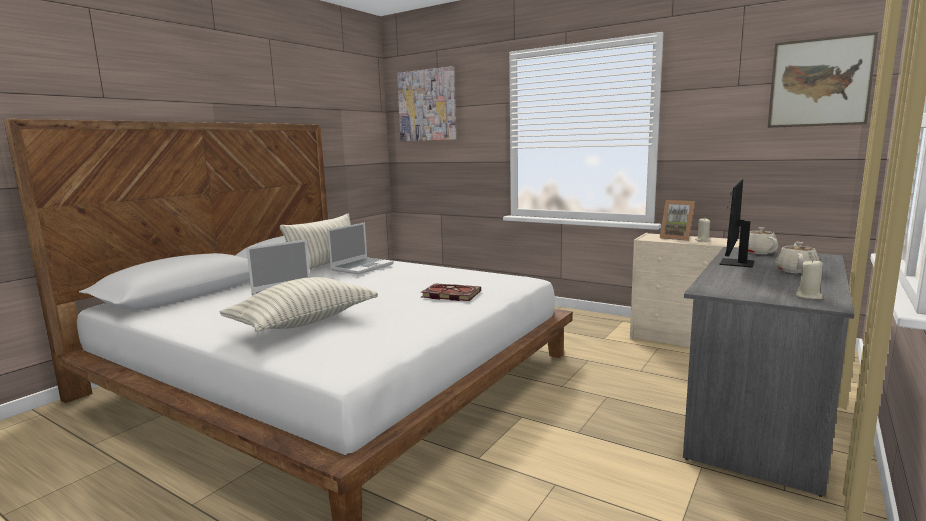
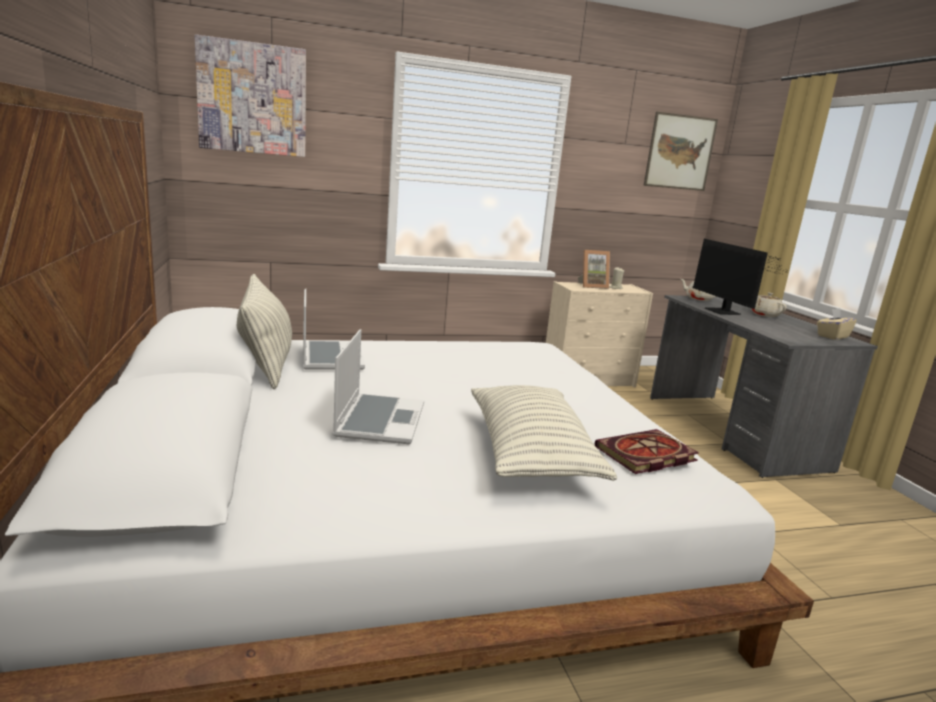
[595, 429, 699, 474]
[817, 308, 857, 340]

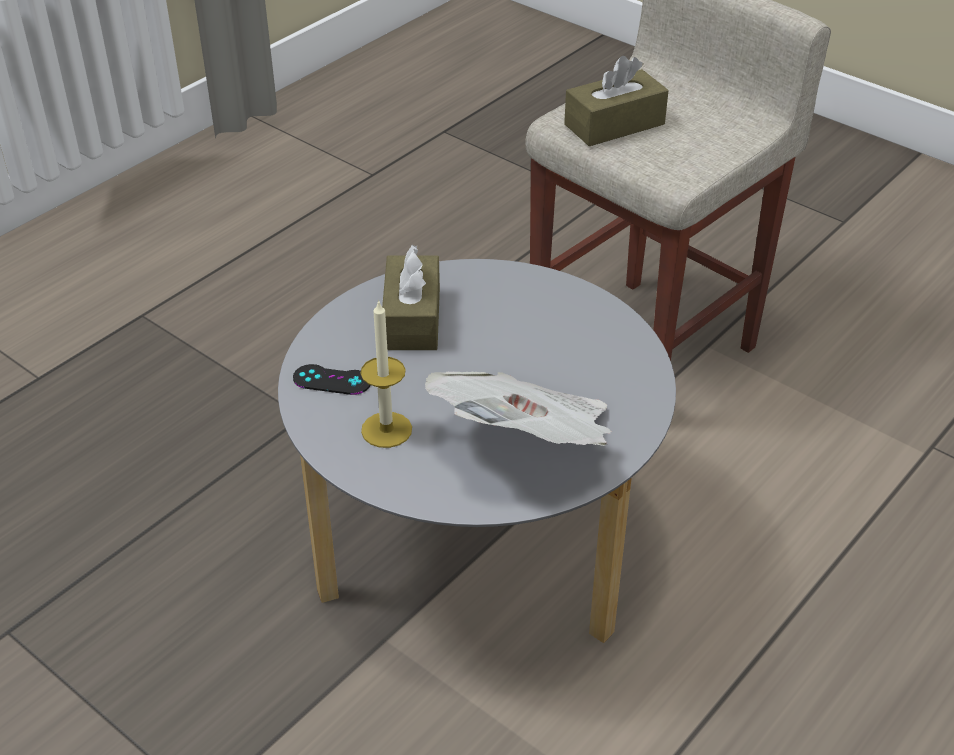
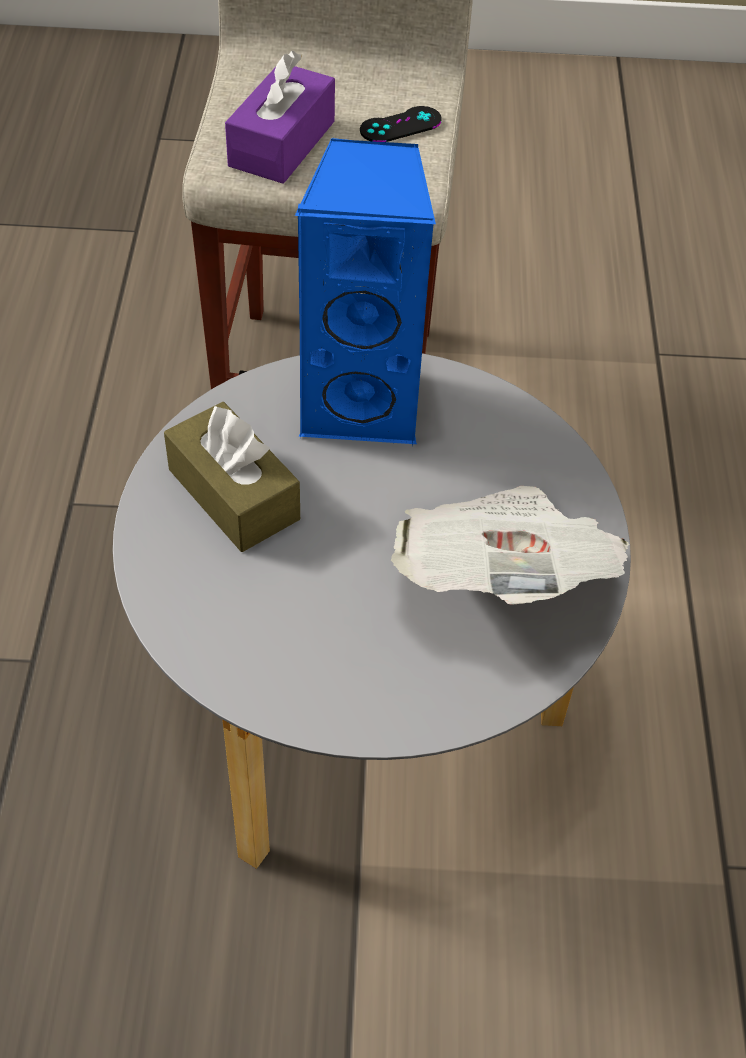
[225, 51, 335, 184]
[295, 138, 436, 447]
[360, 106, 442, 142]
[361, 299, 412, 448] (first image)

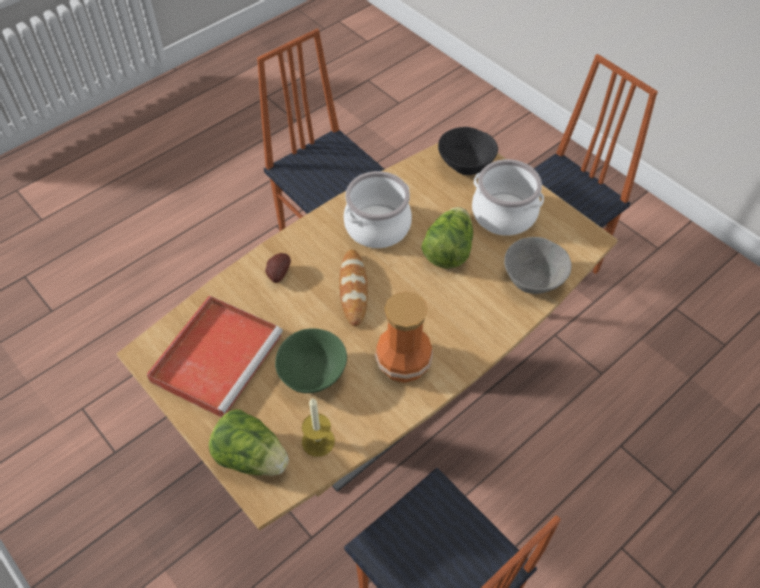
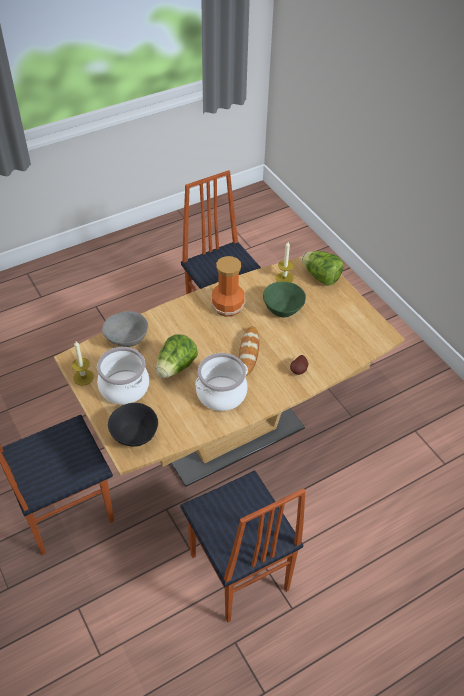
[72, 341, 94, 386]
[146, 295, 283, 417] (first image)

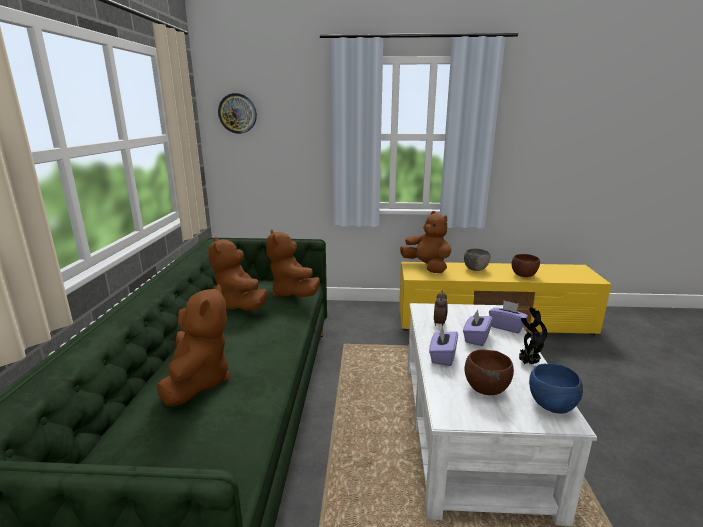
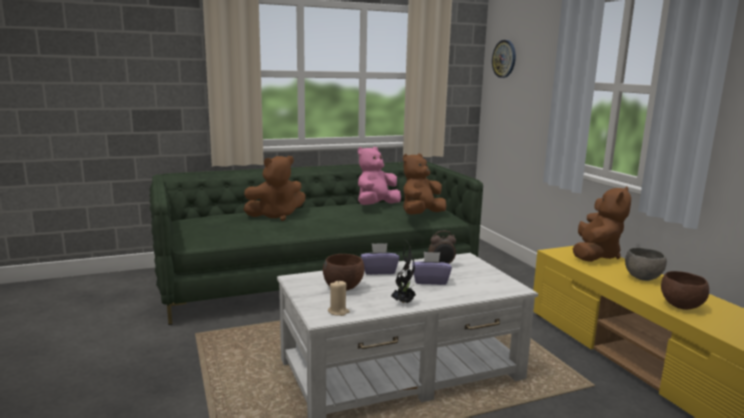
[328, 280, 350, 316]
[358, 147, 401, 205]
[489, 300, 528, 334] (first image)

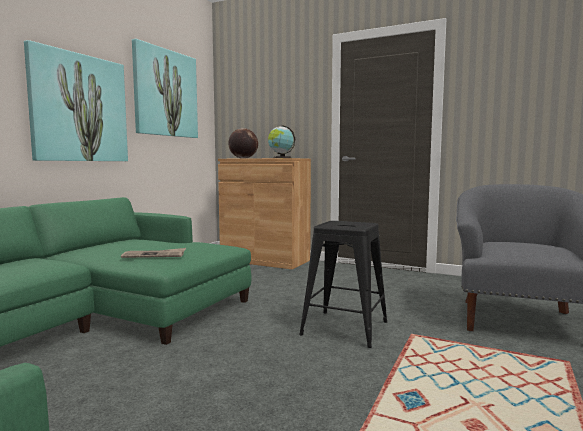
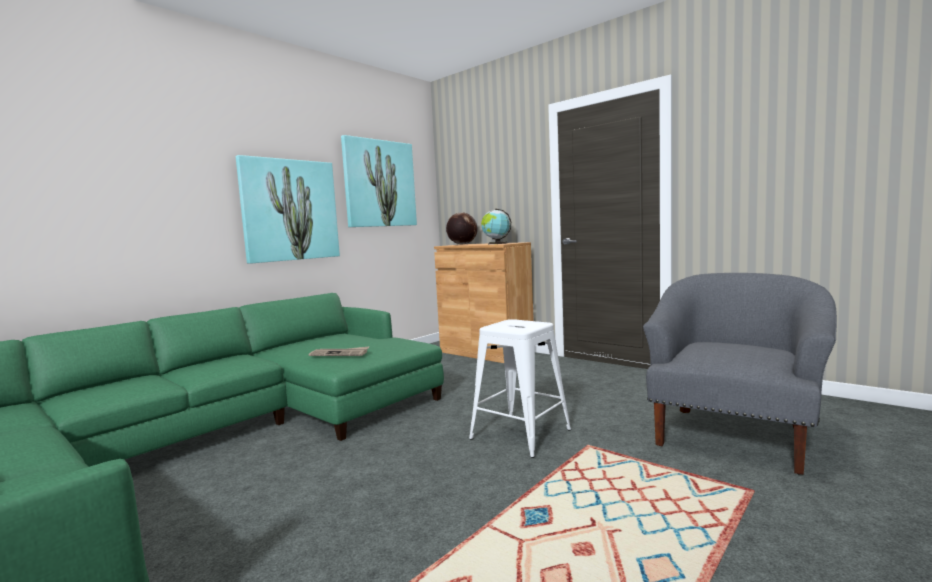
[469, 319, 571, 458]

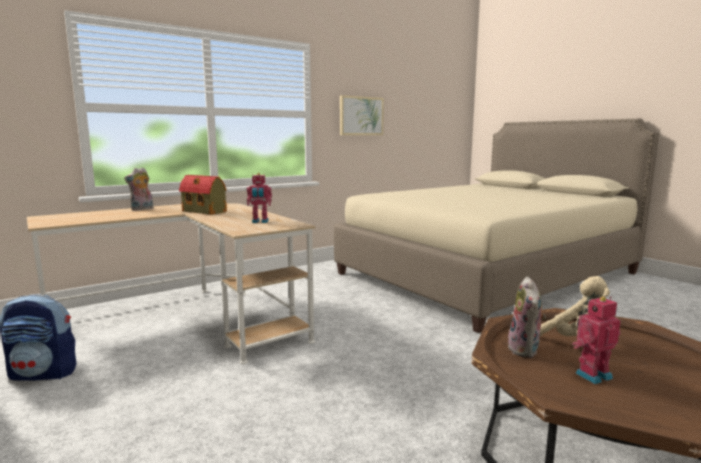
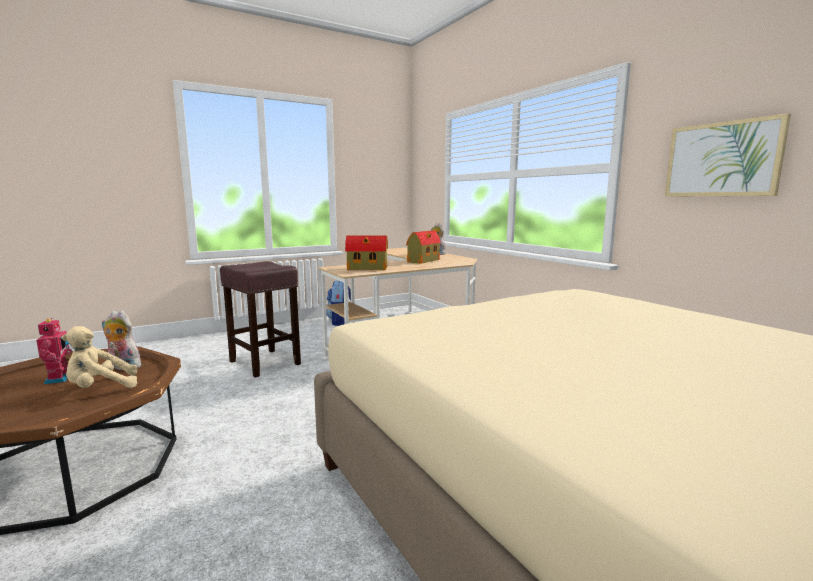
[220, 261, 301, 378]
[345, 235, 388, 270]

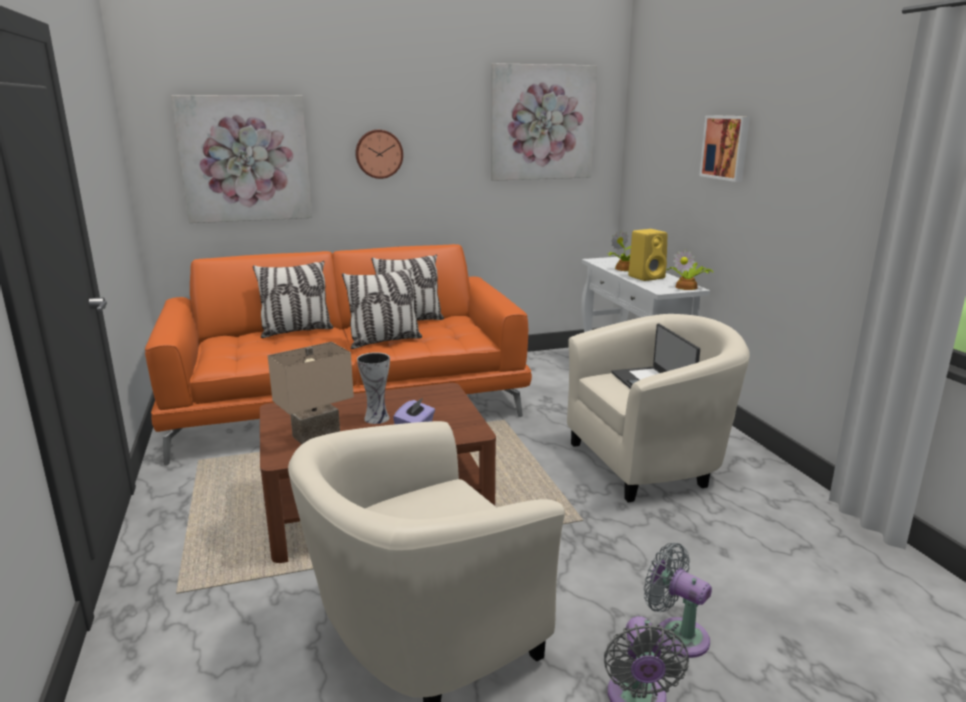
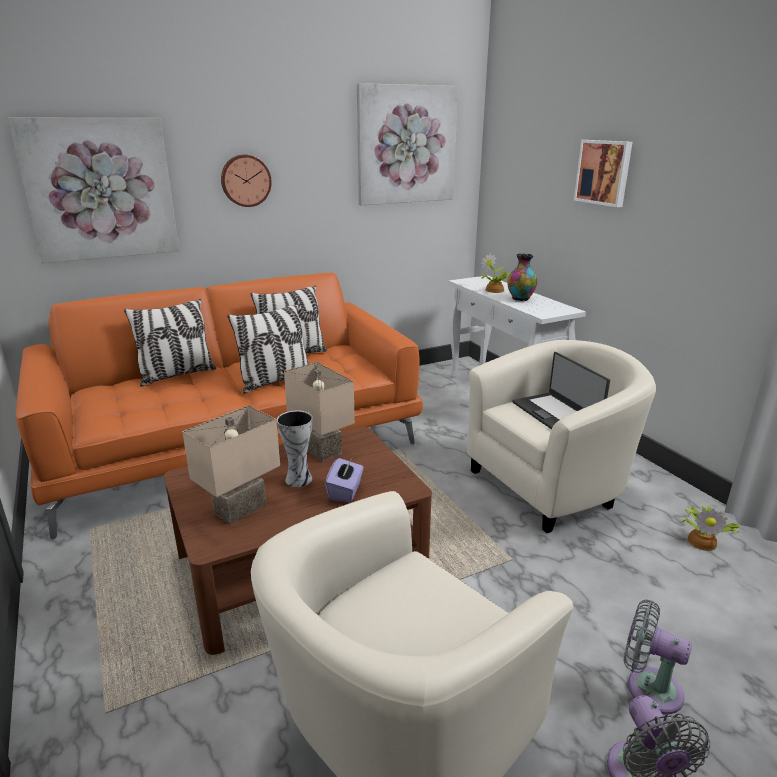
[284, 362, 355, 462]
[507, 254, 537, 301]
[679, 505, 740, 551]

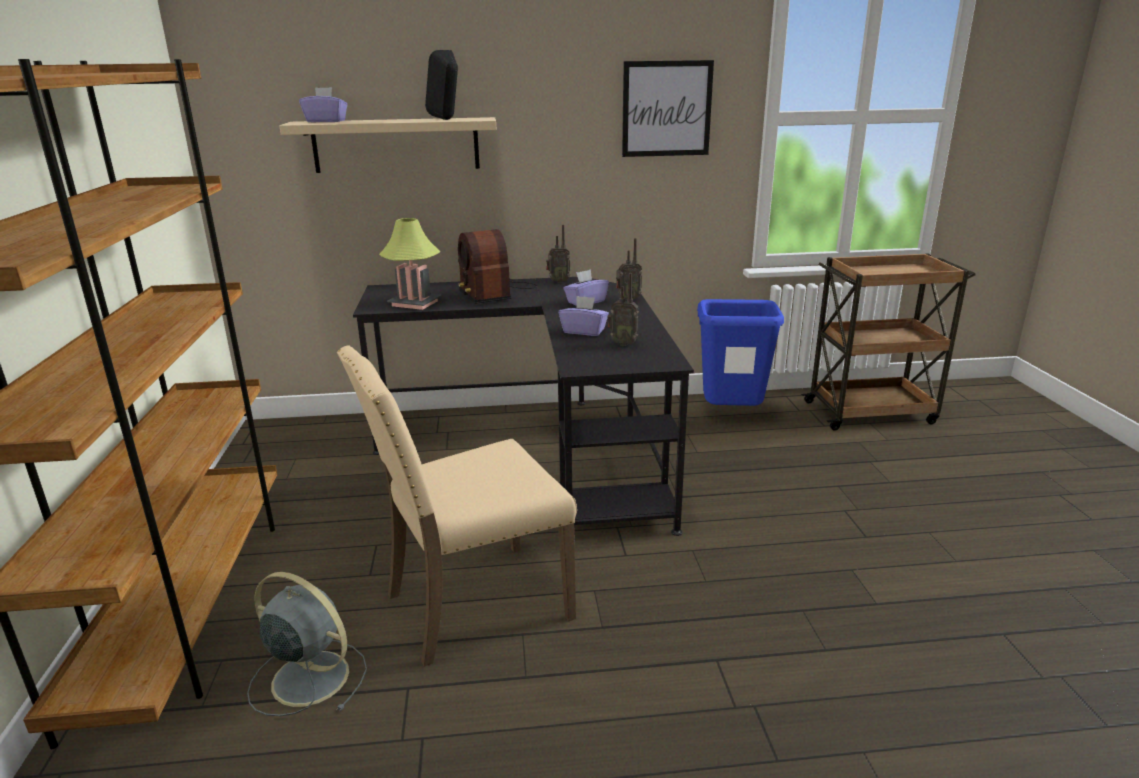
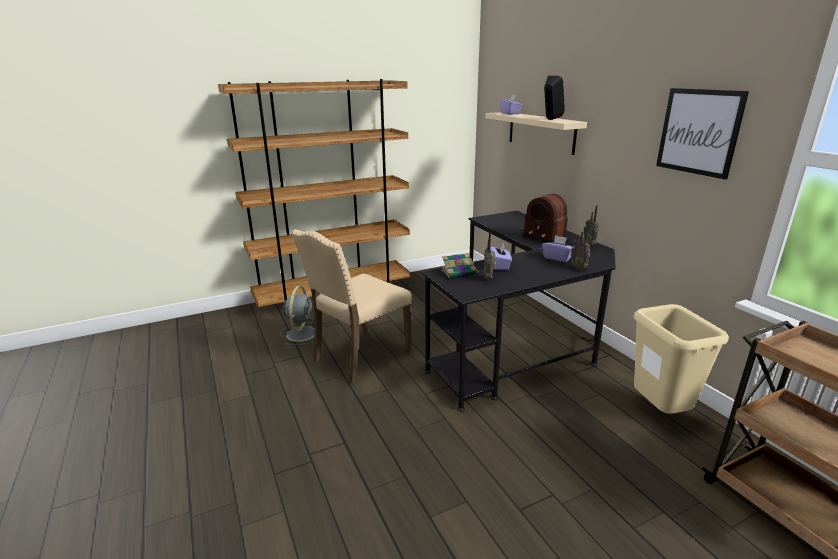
[291, 229, 412, 384]
[441, 253, 479, 278]
[521, 194, 568, 243]
[634, 304, 729, 414]
[379, 218, 441, 310] (first image)

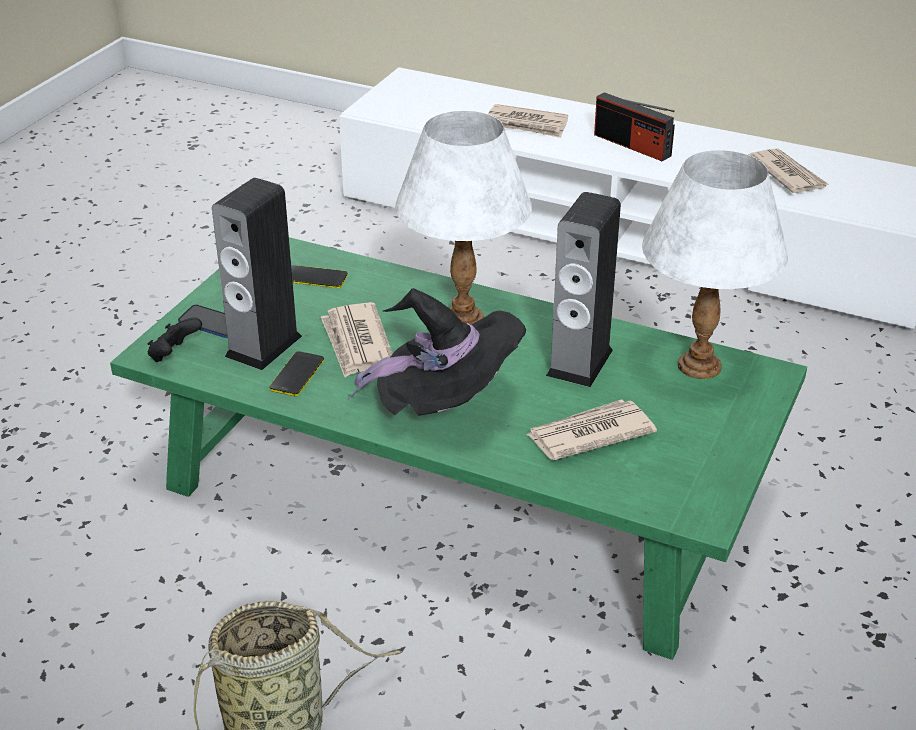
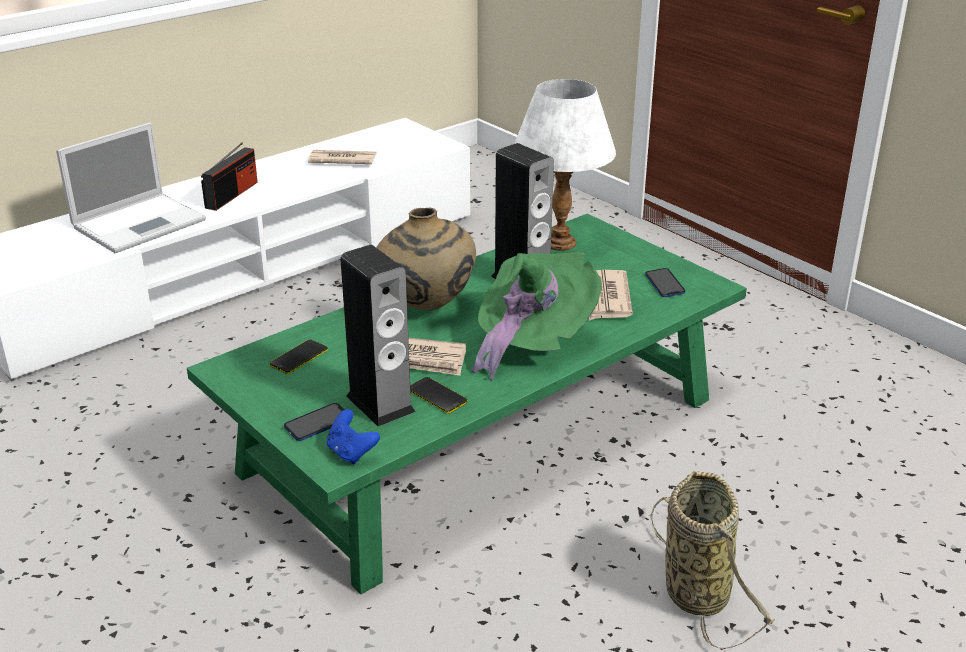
[56, 123, 206, 253]
[201, 142, 258, 211]
[327, 409, 380, 465]
[376, 208, 476, 311]
[471, 252, 602, 380]
[645, 268, 685, 297]

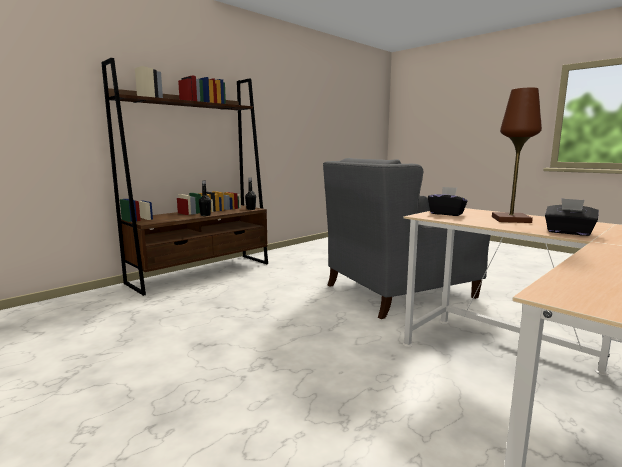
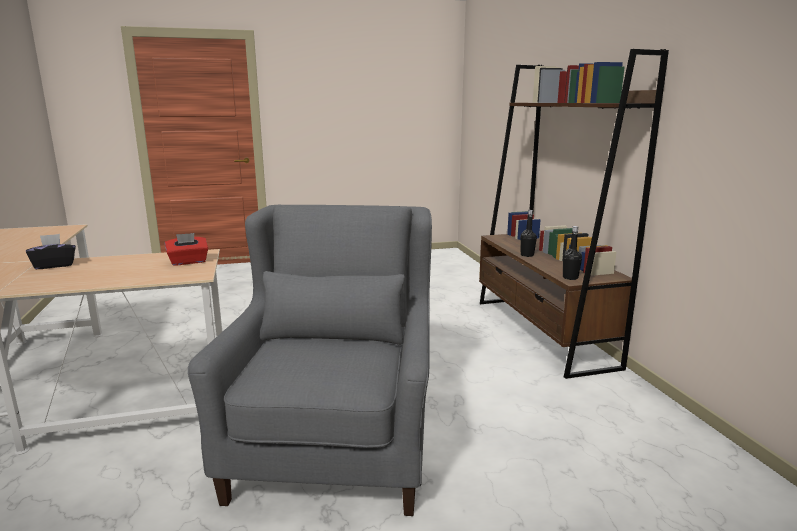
[165, 233, 208, 266]
[492, 87, 542, 223] (first image)

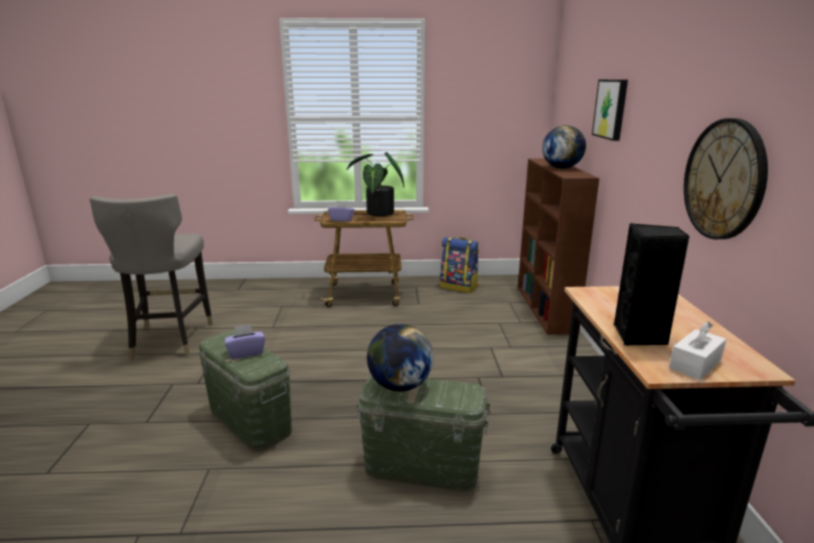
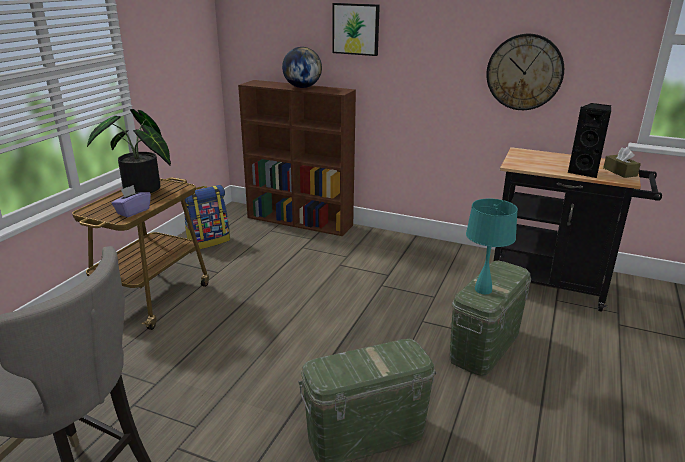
[466, 199, 518, 295]
[603, 147, 641, 178]
[225, 324, 265, 359] (first image)

